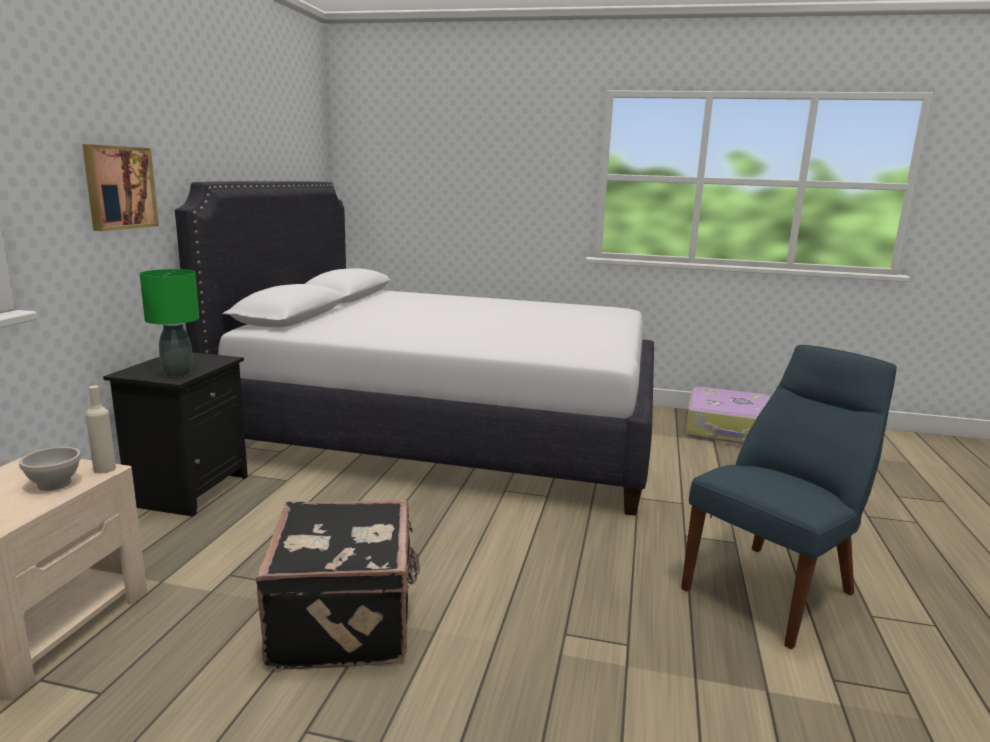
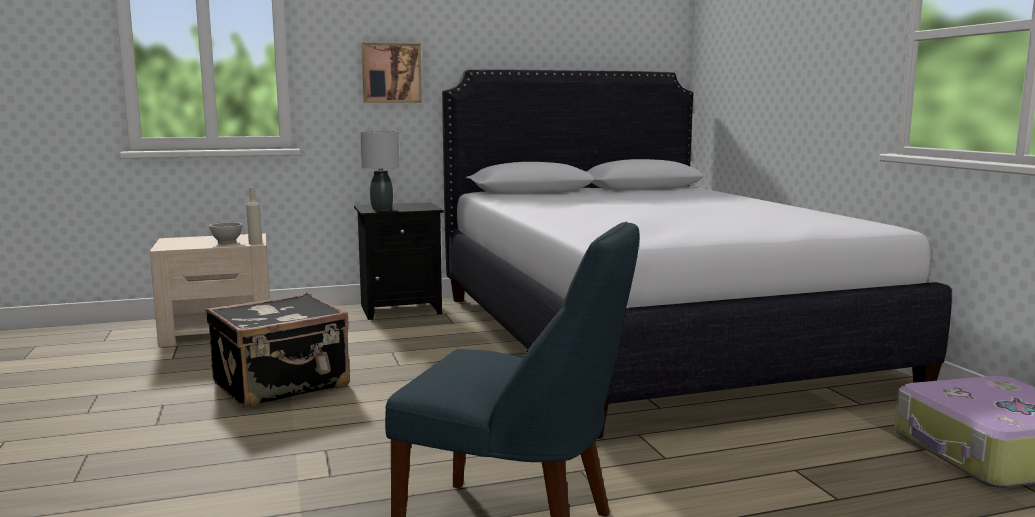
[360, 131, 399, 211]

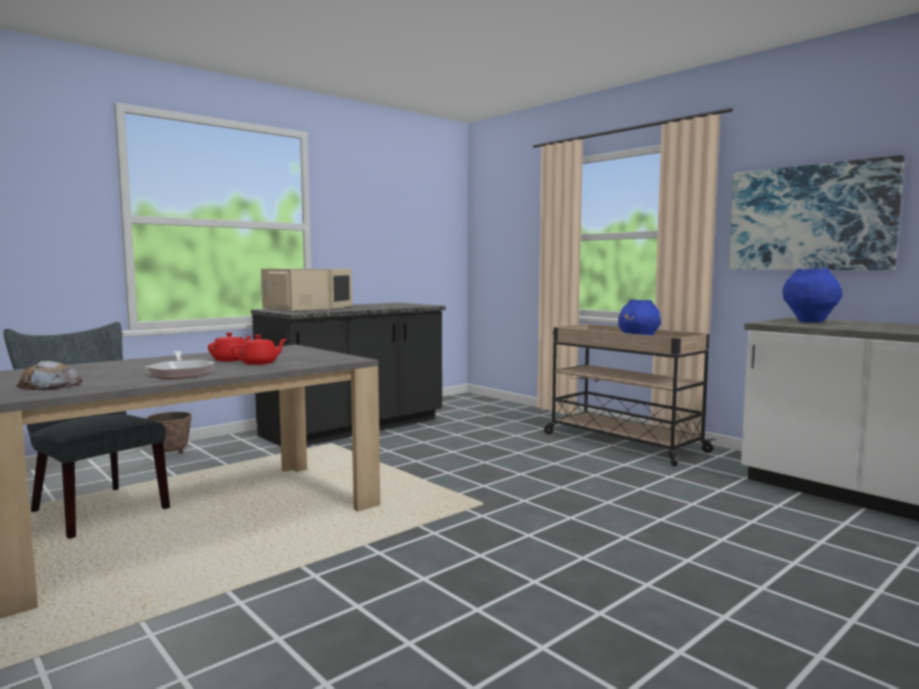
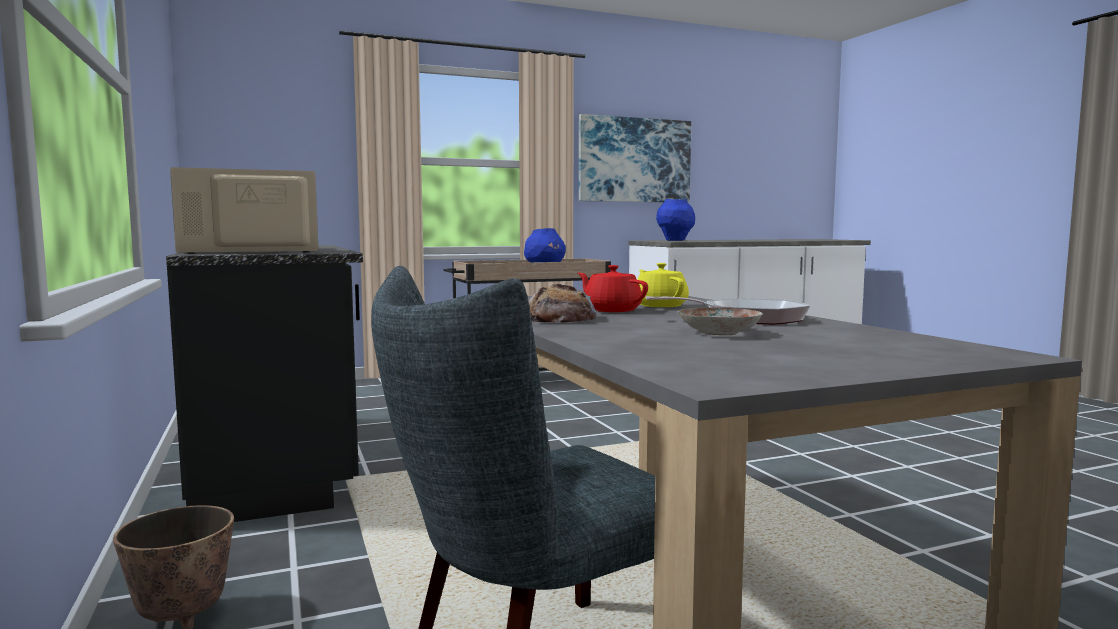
[529, 284, 597, 322]
[637, 263, 689, 307]
[678, 308, 763, 335]

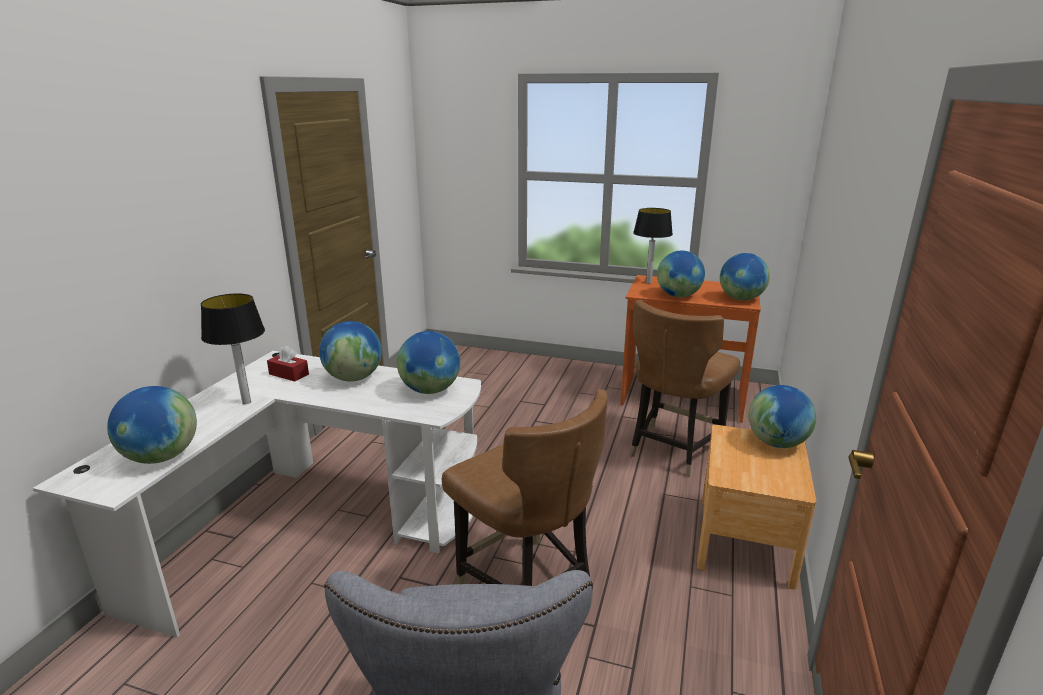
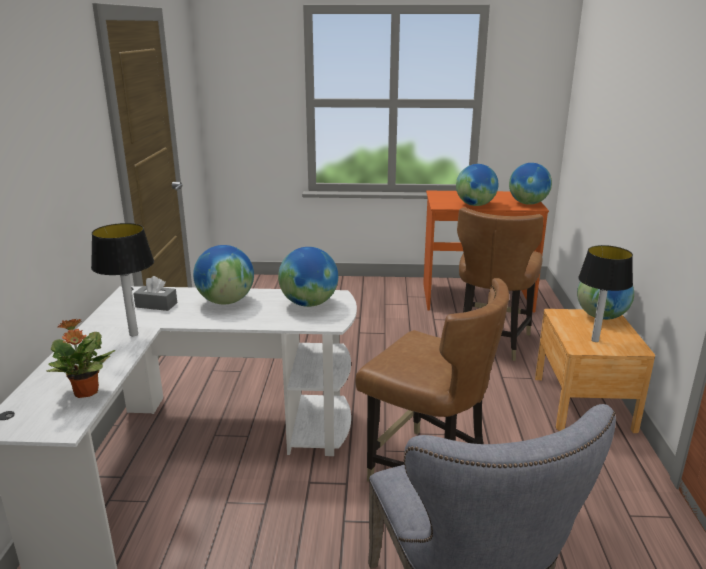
[46, 319, 115, 398]
[133, 276, 177, 311]
[578, 245, 633, 342]

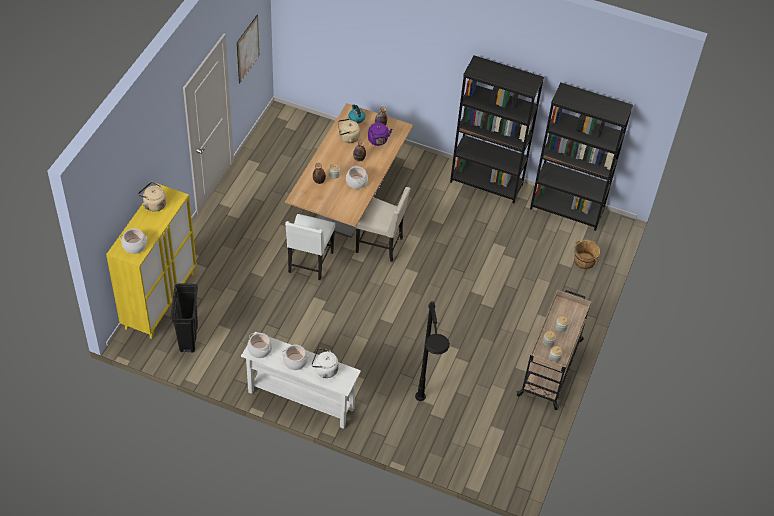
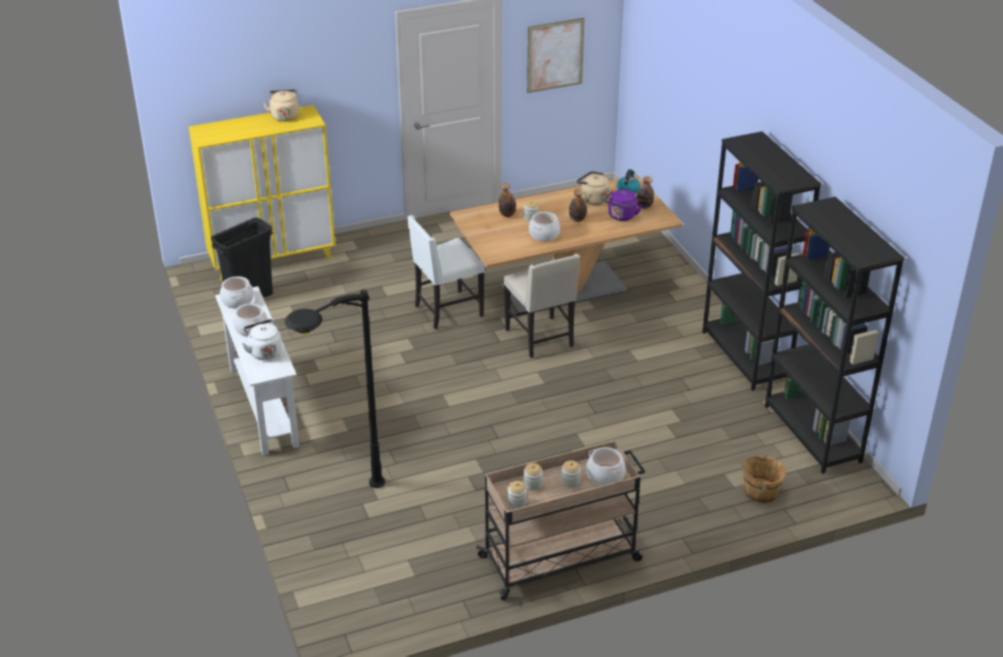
[586, 447, 626, 486]

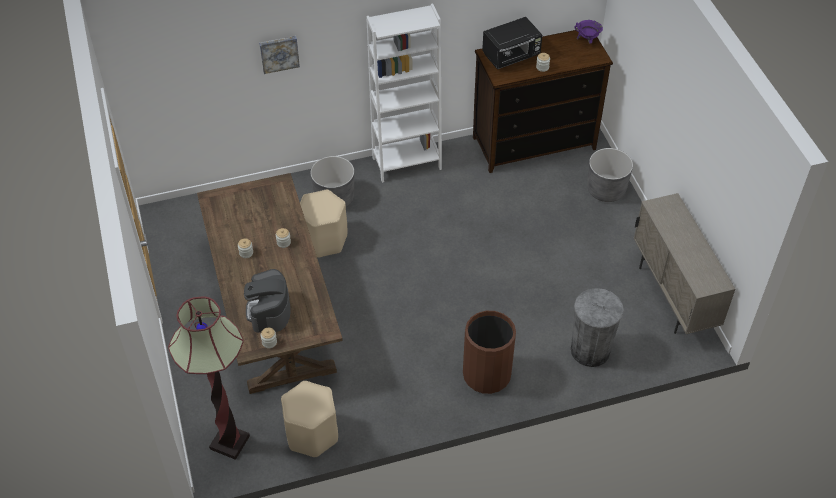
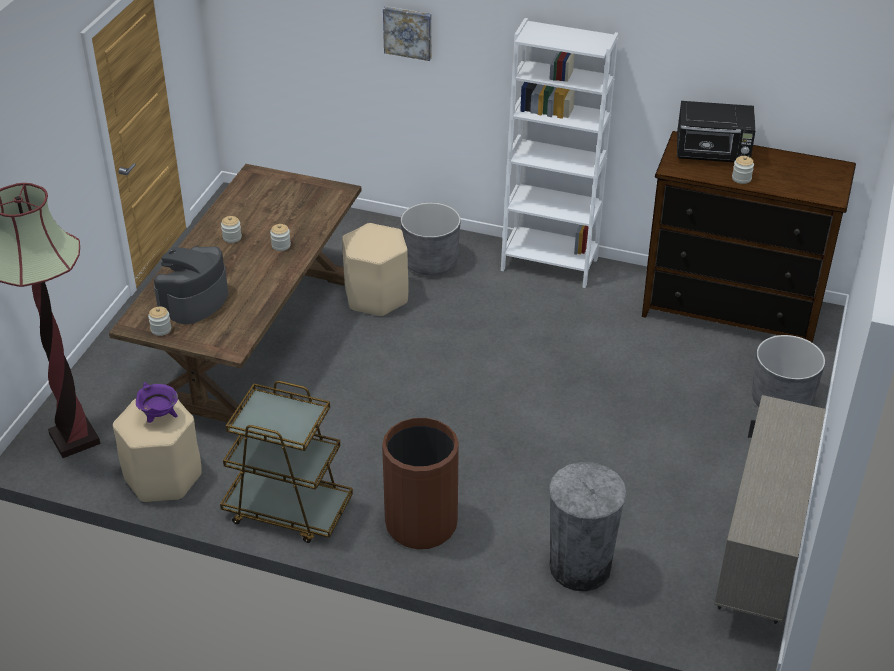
[136, 382, 178, 423]
[220, 381, 353, 543]

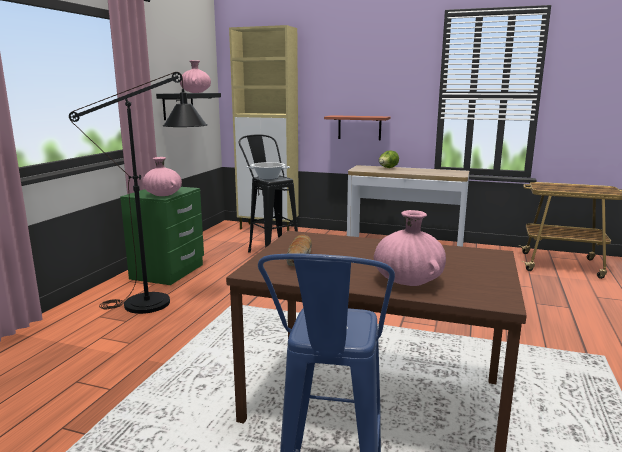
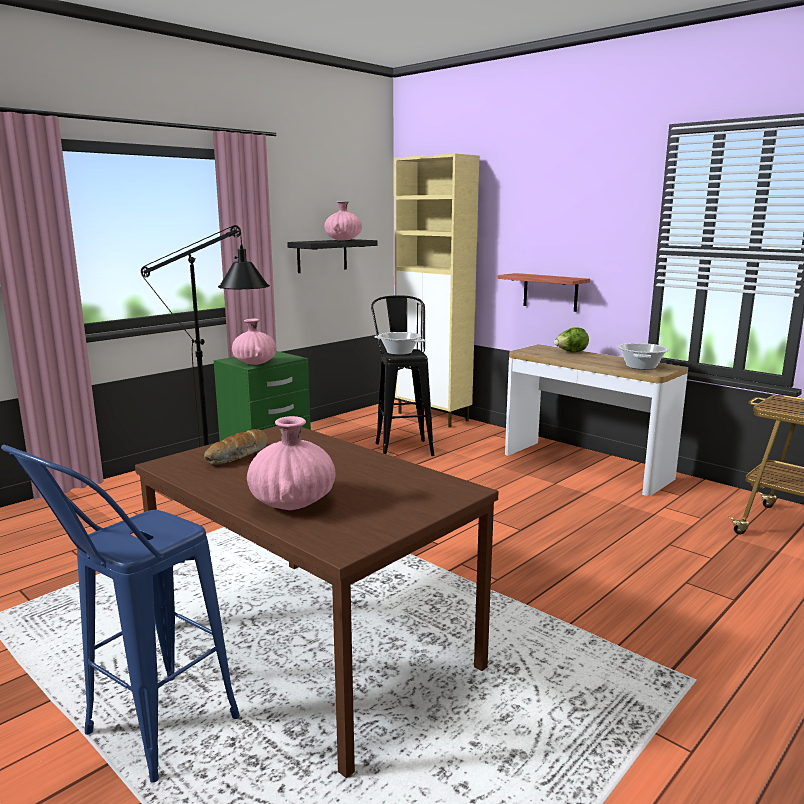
[617, 343, 670, 370]

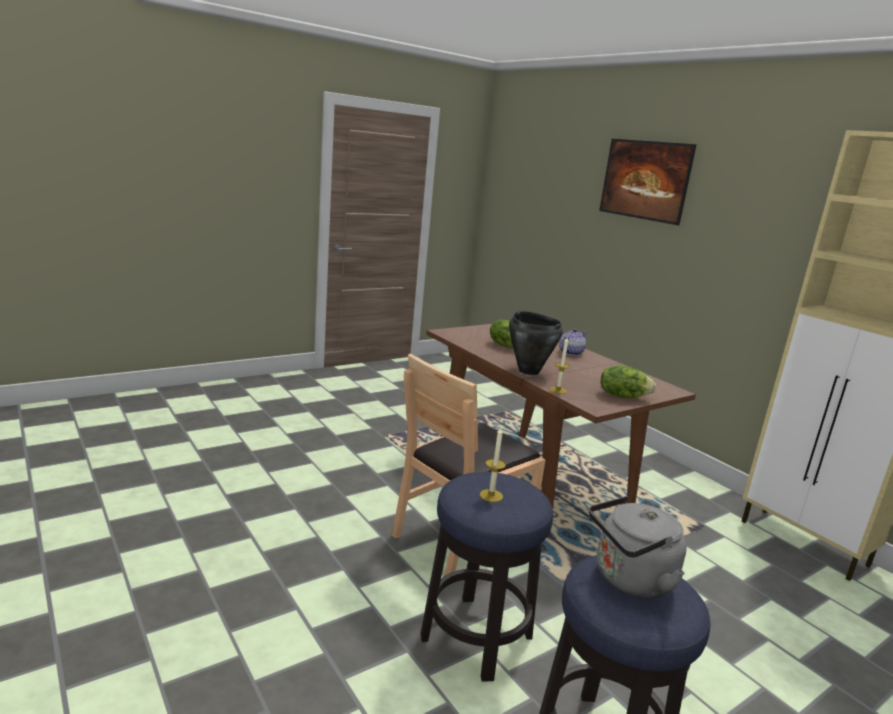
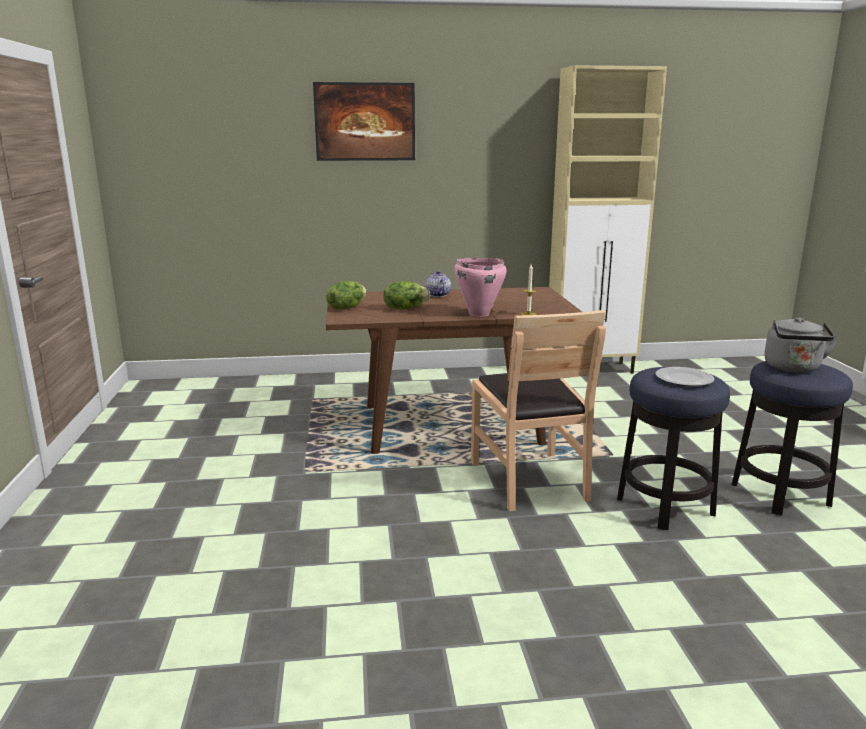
[326, 281, 367, 309]
[454, 258, 507, 317]
[655, 367, 715, 386]

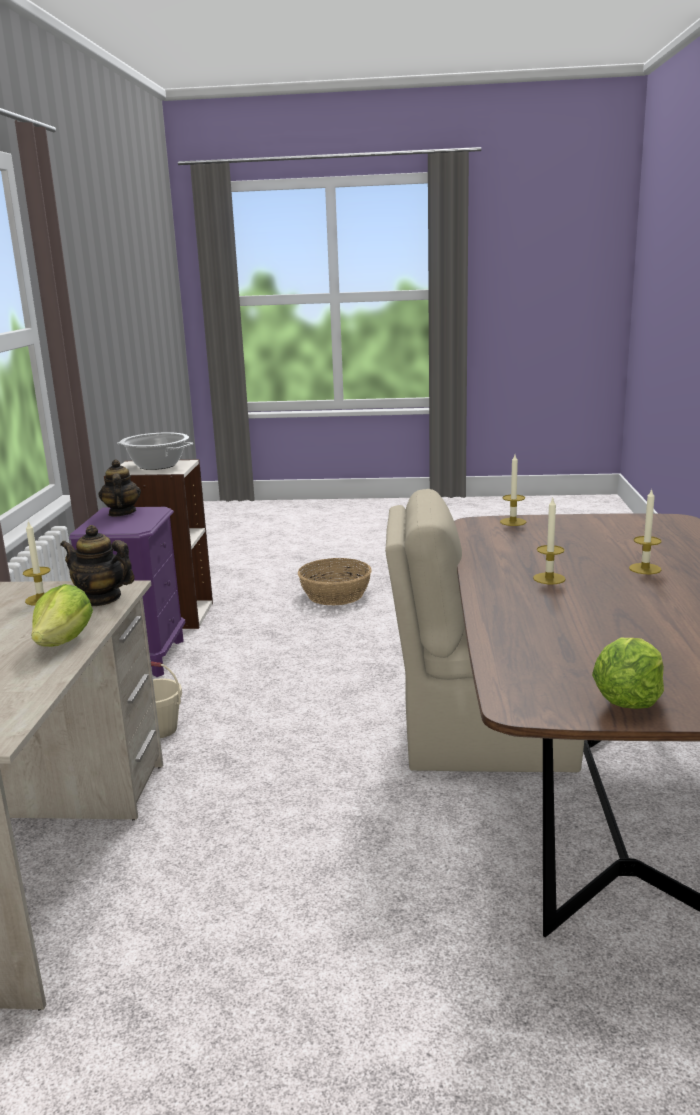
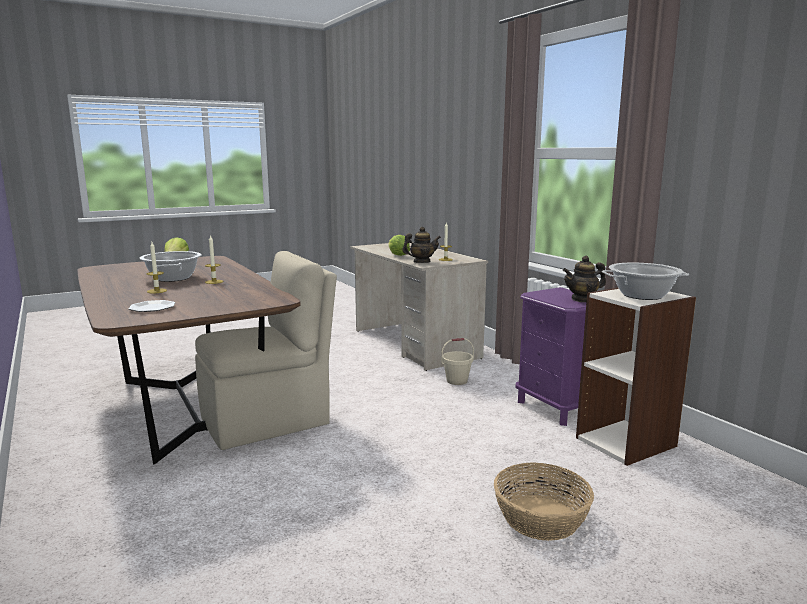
[129, 300, 175, 312]
[139, 251, 201, 282]
[563, 256, 606, 302]
[500, 455, 526, 526] (first image)

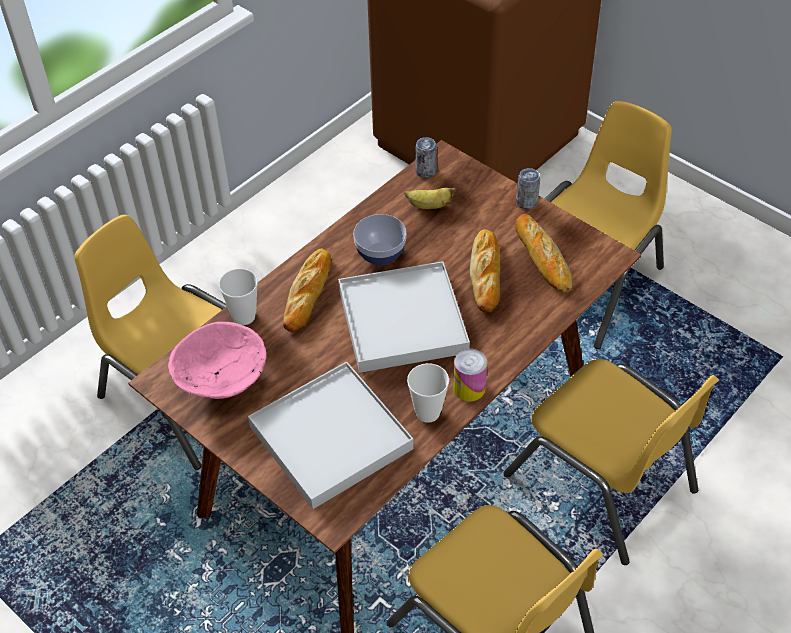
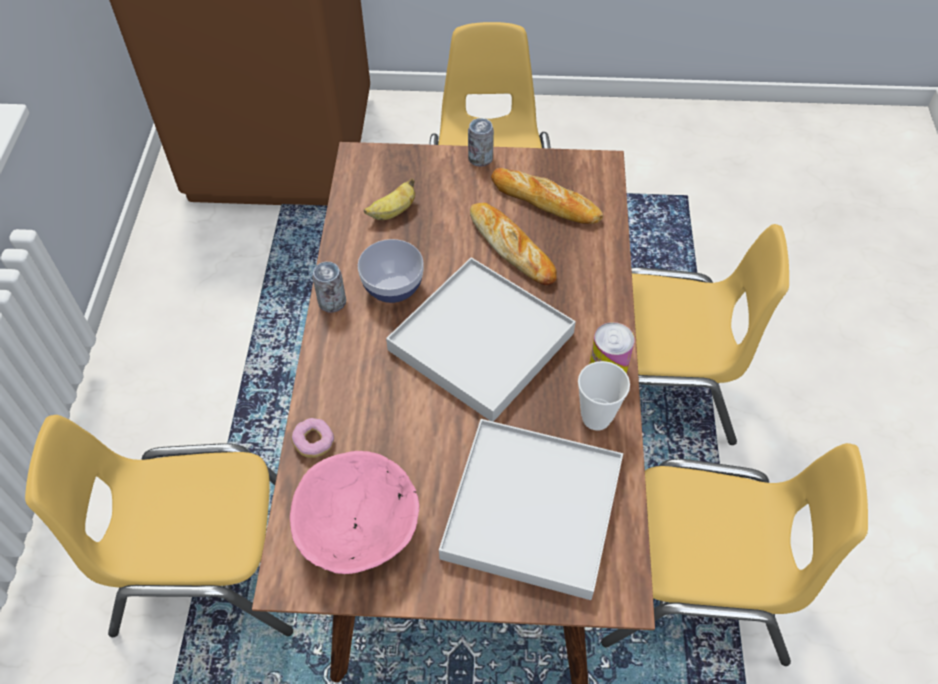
[291, 418, 334, 458]
[312, 262, 346, 313]
[283, 249, 331, 332] (first image)

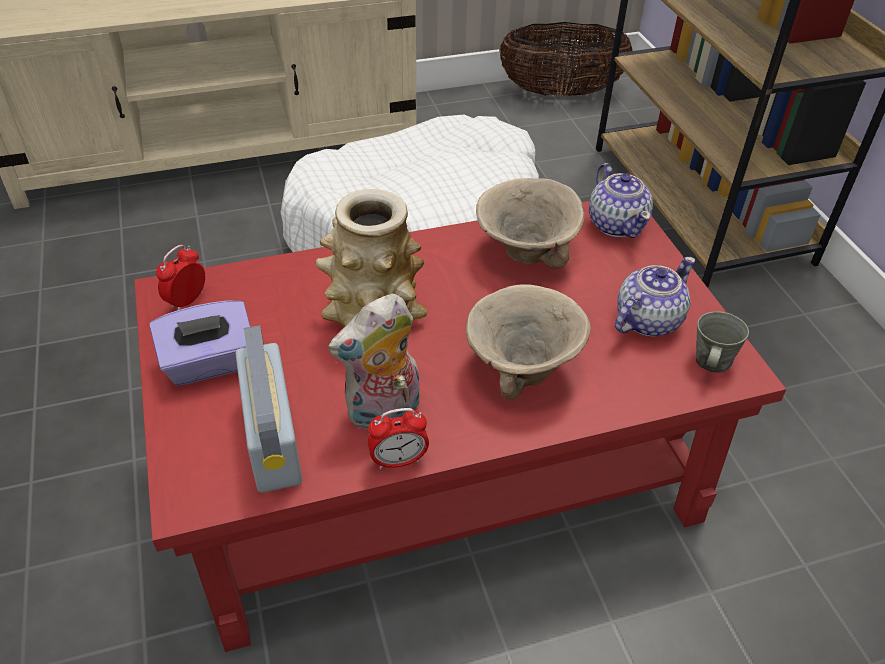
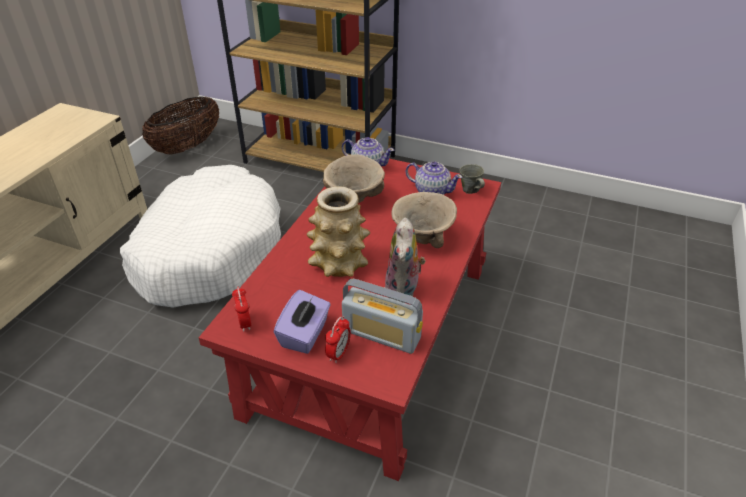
[325, 316, 351, 363]
[406, 161, 462, 195]

